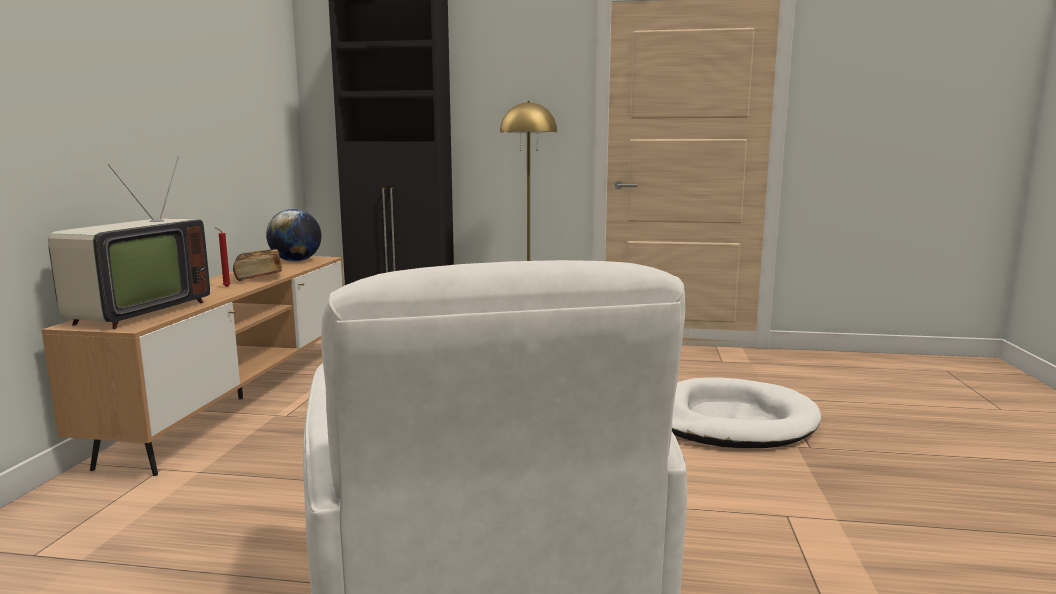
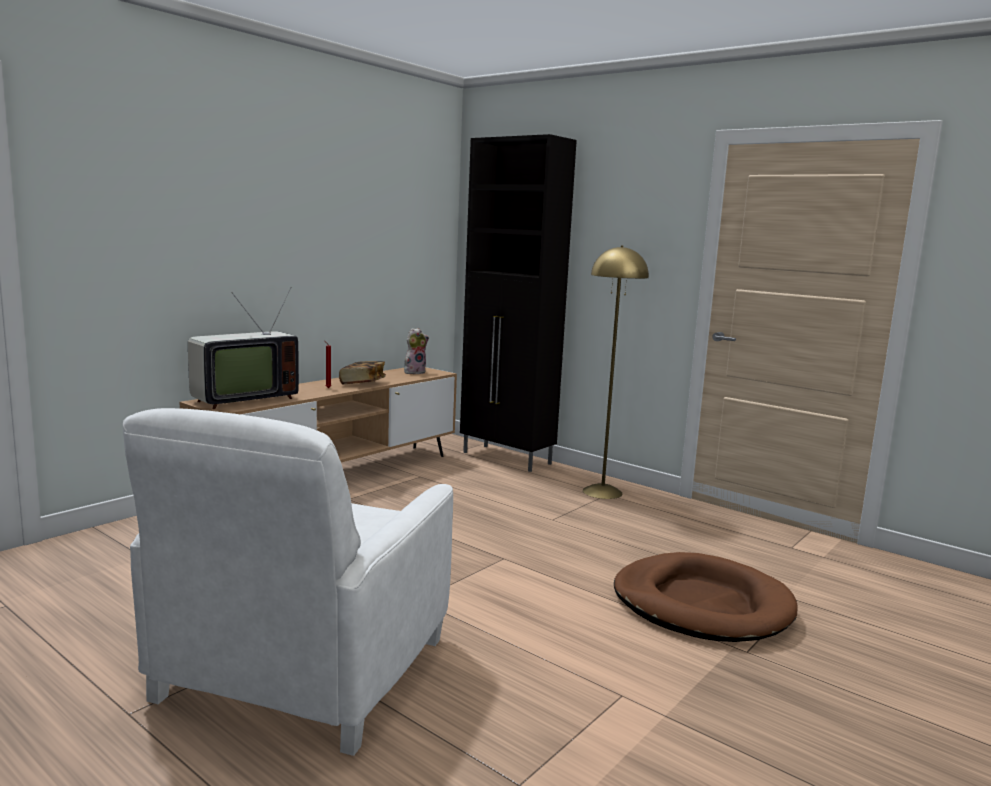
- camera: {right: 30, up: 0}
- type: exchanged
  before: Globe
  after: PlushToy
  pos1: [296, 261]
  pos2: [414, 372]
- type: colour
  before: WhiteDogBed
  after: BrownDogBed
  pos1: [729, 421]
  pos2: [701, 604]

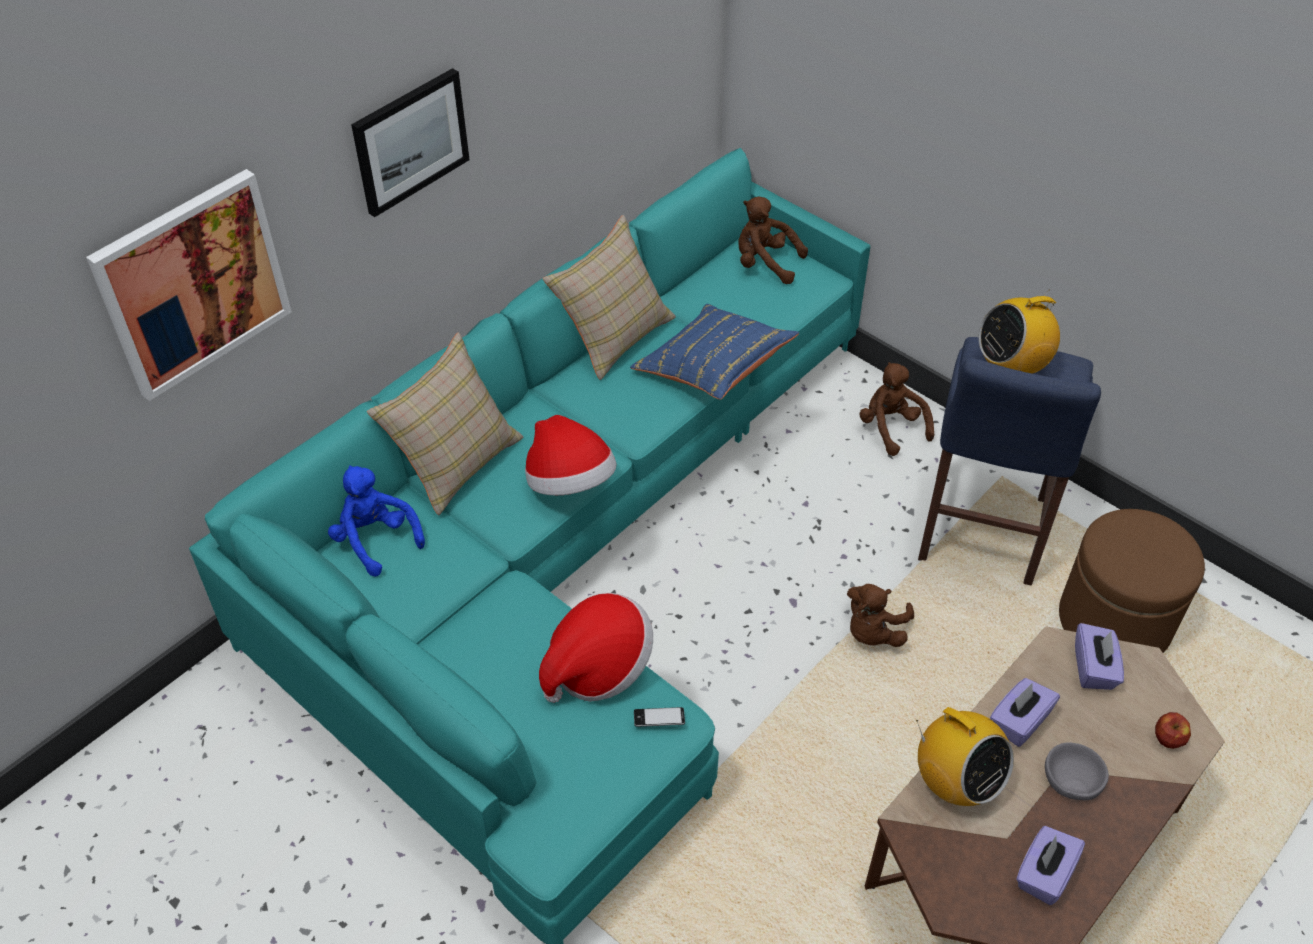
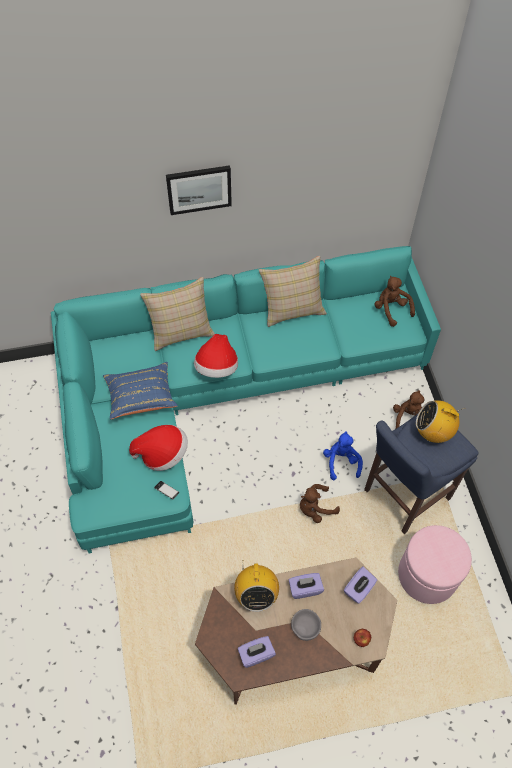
- camera: {right: 35, up: 10}
- type: missing
  before: Picture
  pos1: [193, 283]
- type: relocated
  before: BluePlushToy
  pos1: [375, 539]
  pos2: [341, 462]
- type: relocated
  before: BluePillow
  pos1: [713, 369]
  pos2: [141, 397]
- type: colour
  before: BrownOttoman
  after: PinkOttoman
  pos1: [1114, 621]
  pos2: [427, 575]

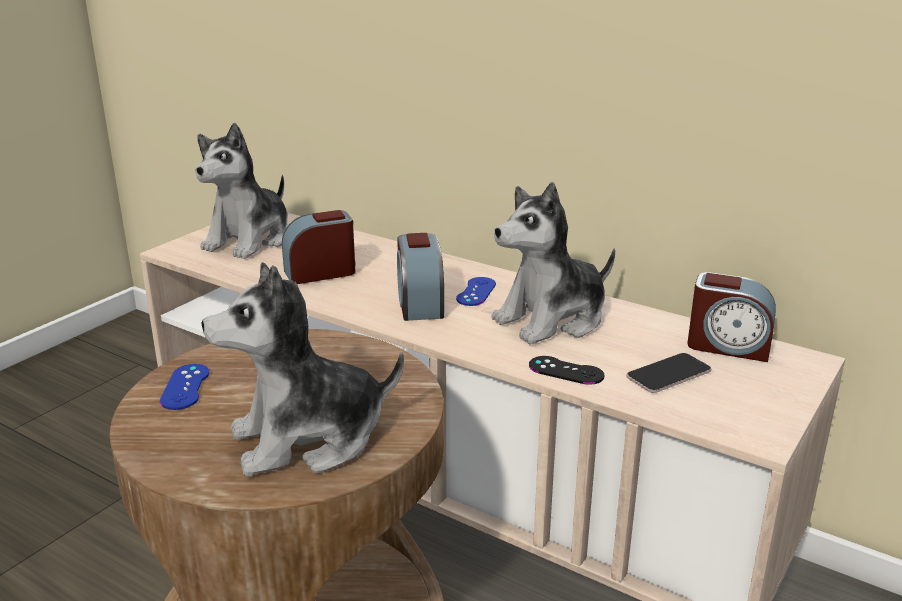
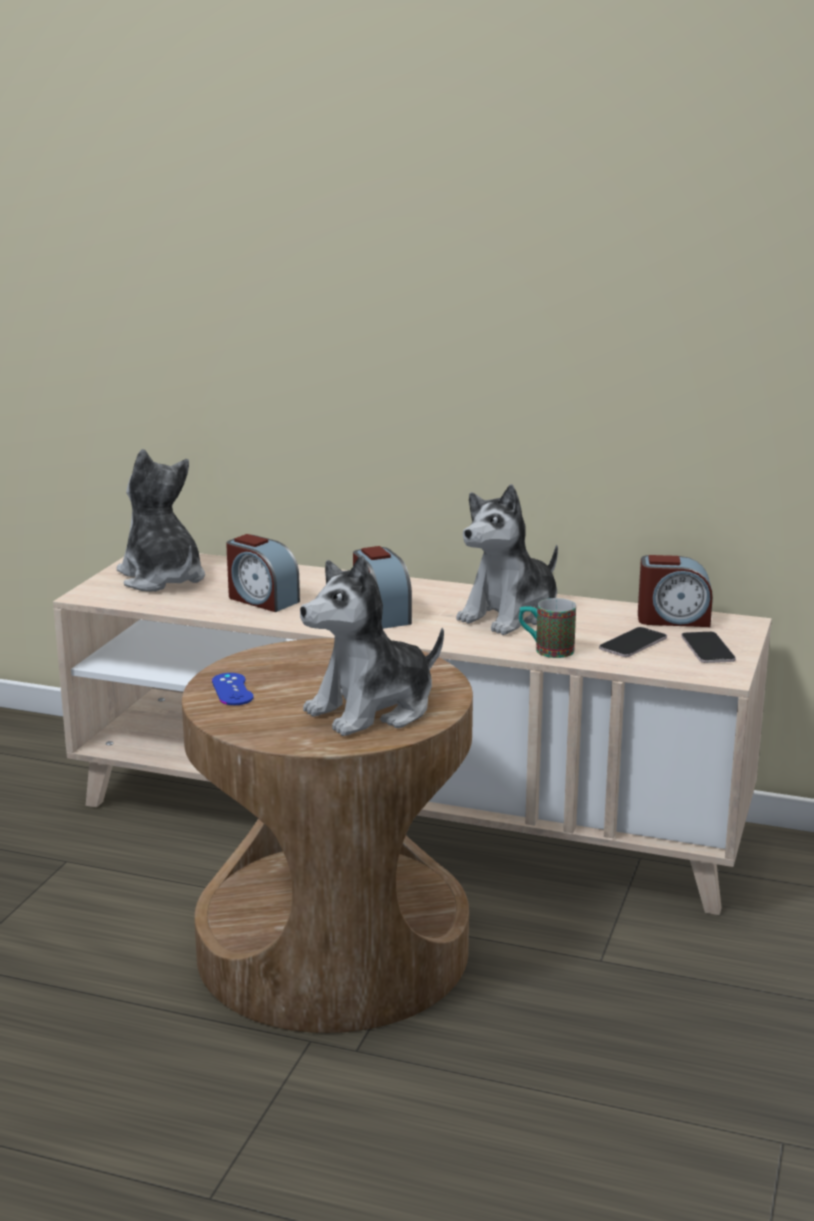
- camera: {right: -15, up: -5}
- type: missing
  before: BlueGameController
  pos1: [476, 292]
- type: appeared
  after: Phone
  pos2: [707, 649]
- type: exchanged
  before: BlackGameController
  after: Mug
  pos1: [566, 371]
  pos2: [546, 650]
- type: spun
  before: PlushToy
  pos1: [250, 240]
  pos2: [162, 579]
  turn: 135
- type: spun
  before: AlarmClock
  pos1: [320, 272]
  pos2: [262, 600]
  turn: -105

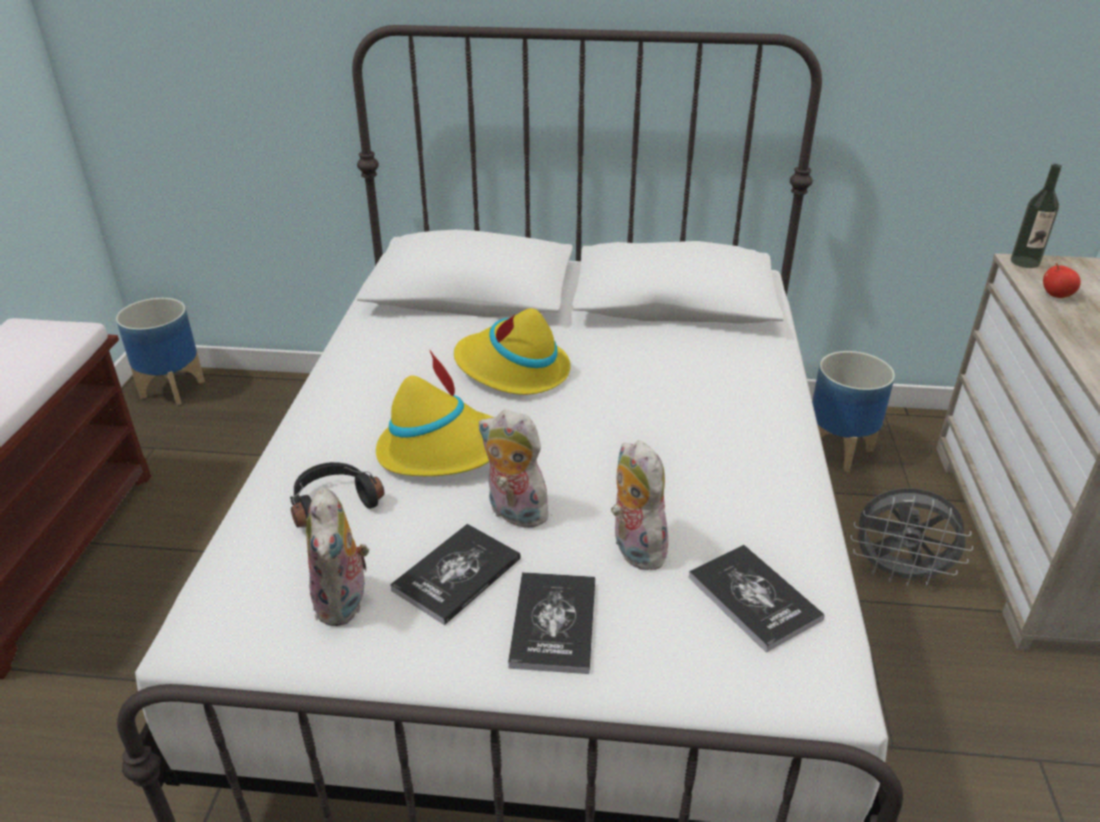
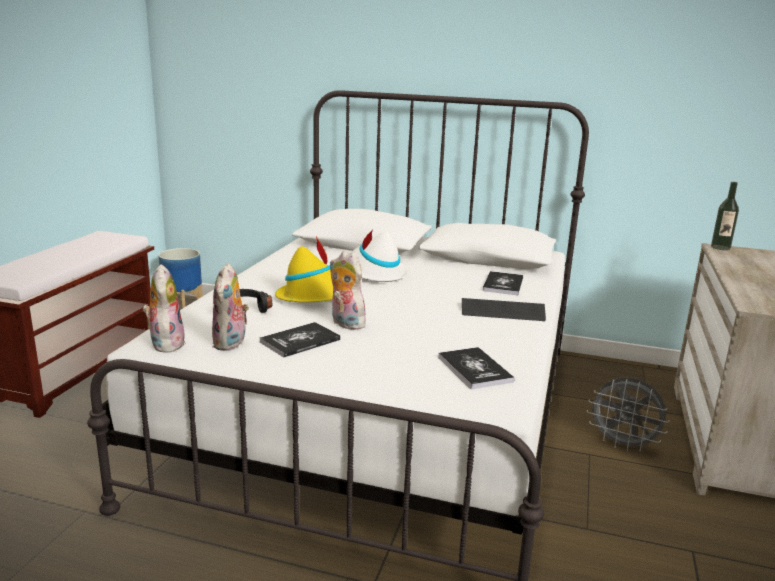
- camera: {right: 10, up: -15}
- type: missing
  before: Planter
  pos1: [839, 449]
- type: missing
  before: Apple
  pos1: [1056, 295]
- type: appeared
  after: Keyboard
  pos2: [502, 312]
- type: relocated
  before: Book
  pos1: [553, 623]
  pos2: [503, 284]
- type: relocated
  before: PlushToy
  pos1: [634, 548]
  pos2: [165, 343]
- type: colour
  before: YellowHat
  after: WhiteHat
  pos1: [512, 370]
  pos2: [372, 273]

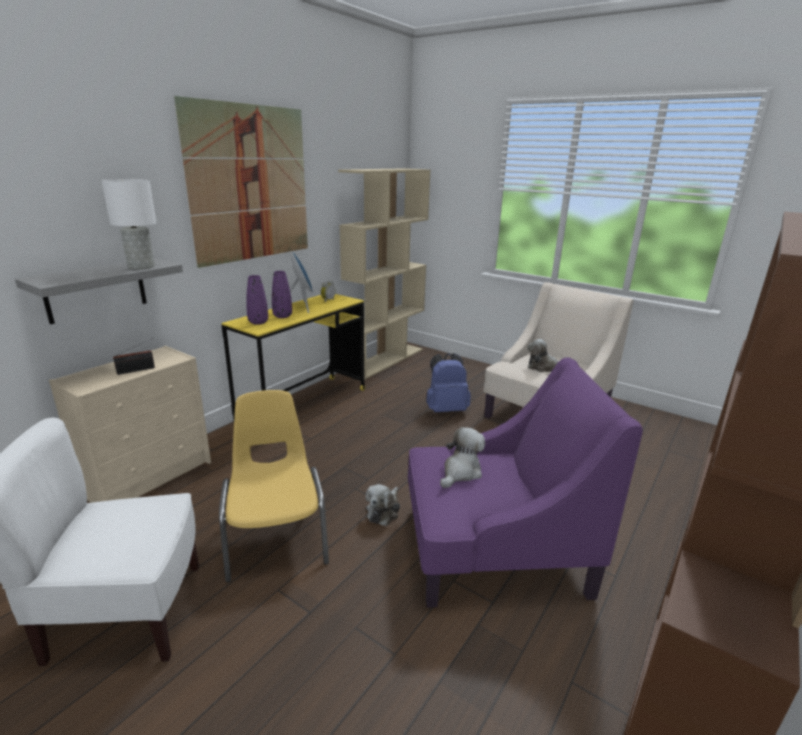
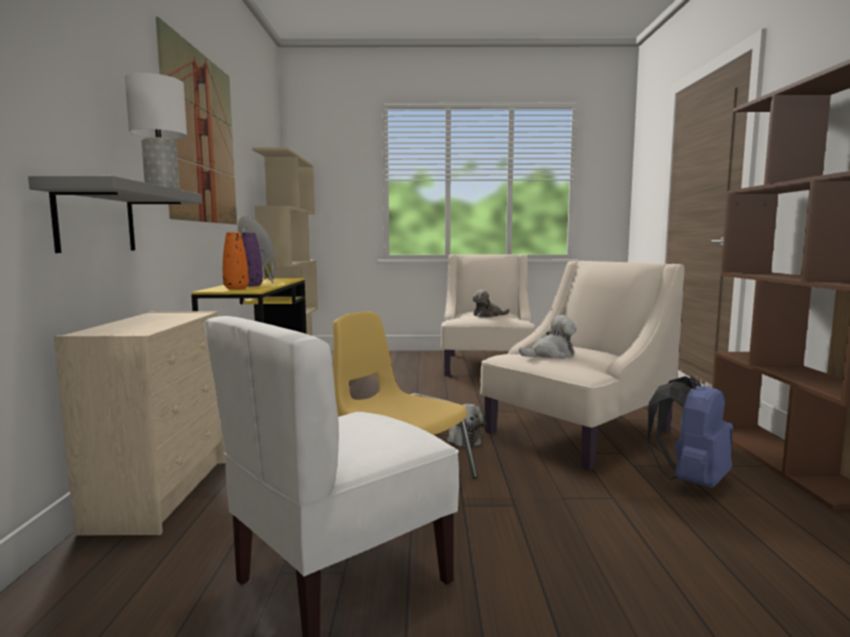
- camera: {right: -35, up: -15}
- type: missing
  before: Radio
  pos1: [138, 370]
- type: relocated
  before: BlueBackpack
  pos1: [446, 409]
  pos2: [691, 480]
- type: colour
  before: PurpleVase
  after: OrangeVase
  pos1: [258, 322]
  pos2: [236, 288]
- type: colour
  before: PurpleArmchair
  after: BeigeArmchair
  pos1: [492, 550]
  pos2: [576, 432]
- type: spun
  before: PlushToy
  pos1: [460, 472]
  pos2: [551, 355]
  turn: 75

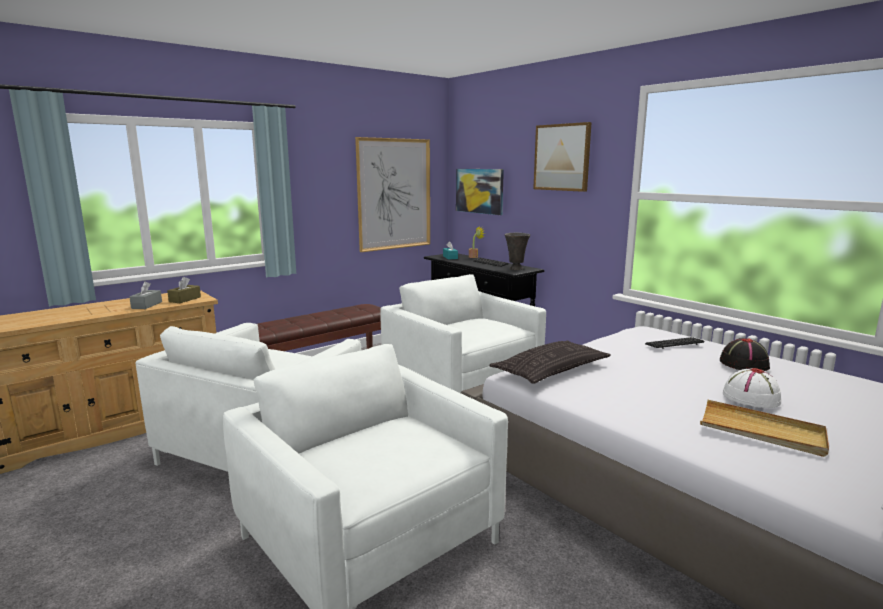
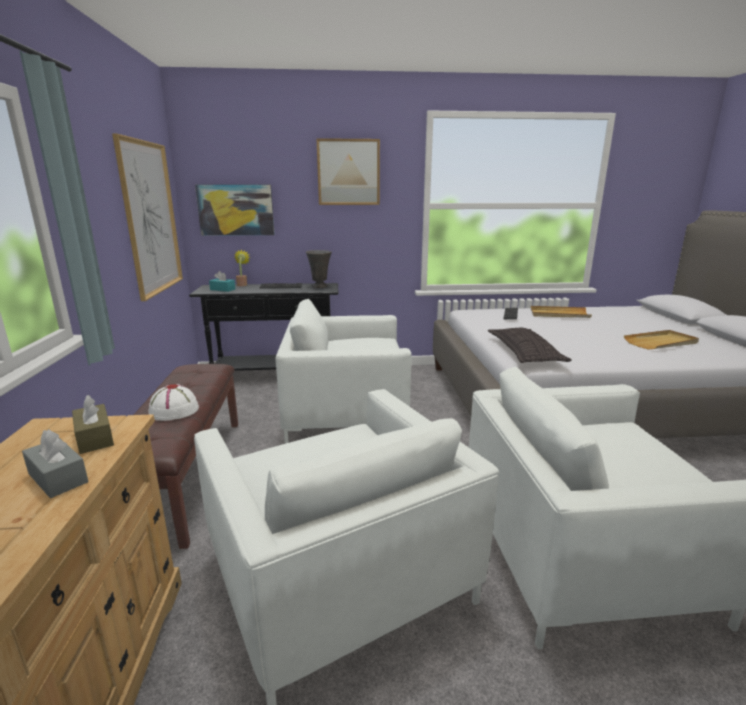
- camera: {right: -55, up: 5}
- type: relocated
  before: WhiteHat
  pos1: [750, 397]
  pos2: [173, 411]
- type: exchanged
  before: BlackHat
  after: BeigeTray
  pos1: [743, 363]
  pos2: [559, 314]

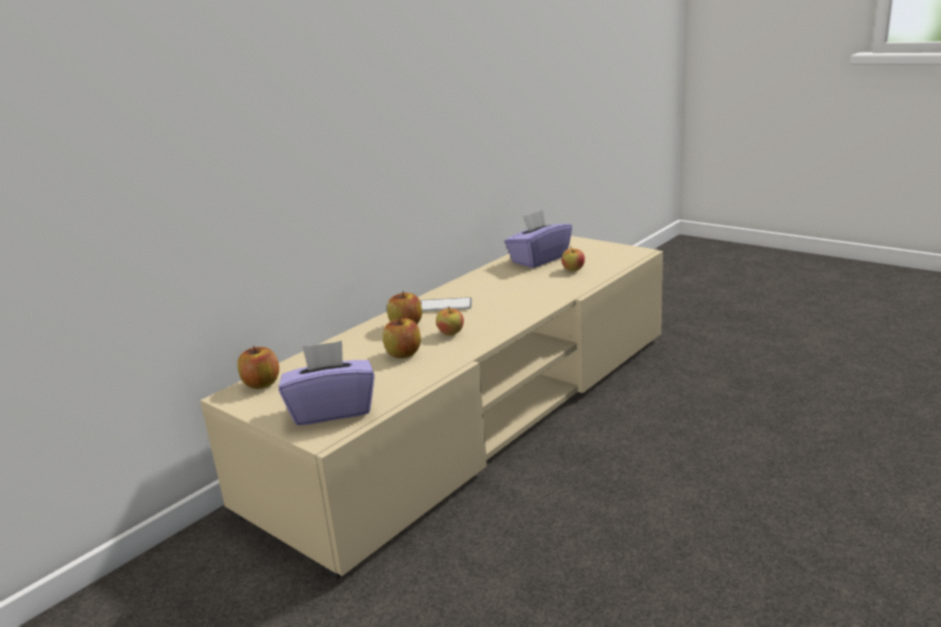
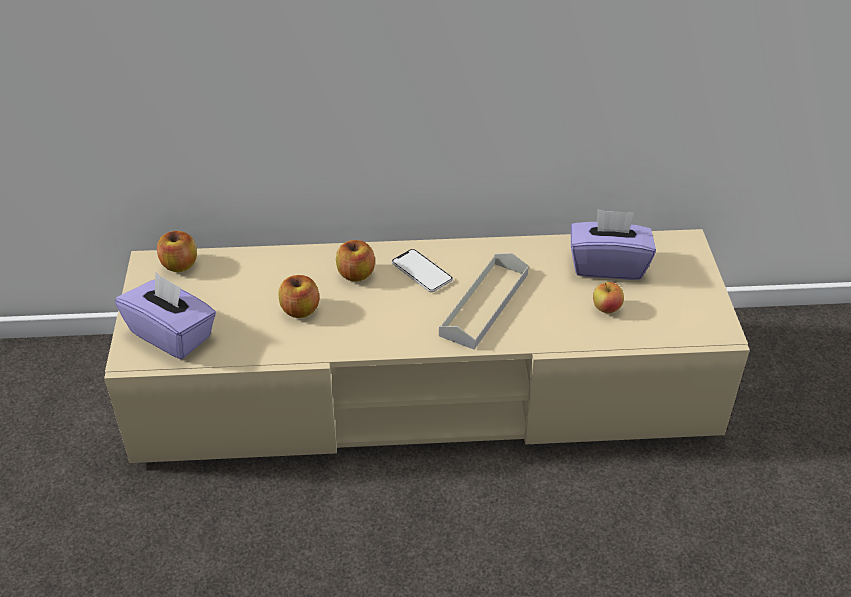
- camera: {right: 45, up: 20}
- type: missing
  before: Apple
  pos1: [451, 333]
- type: appeared
  after: GreyTray
  pos2: [484, 304]

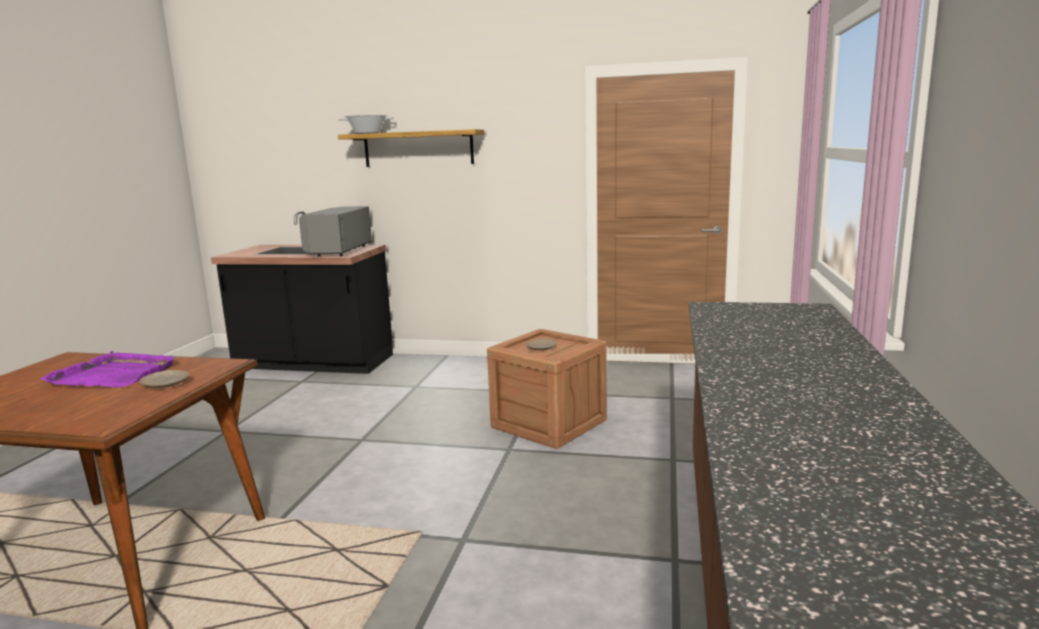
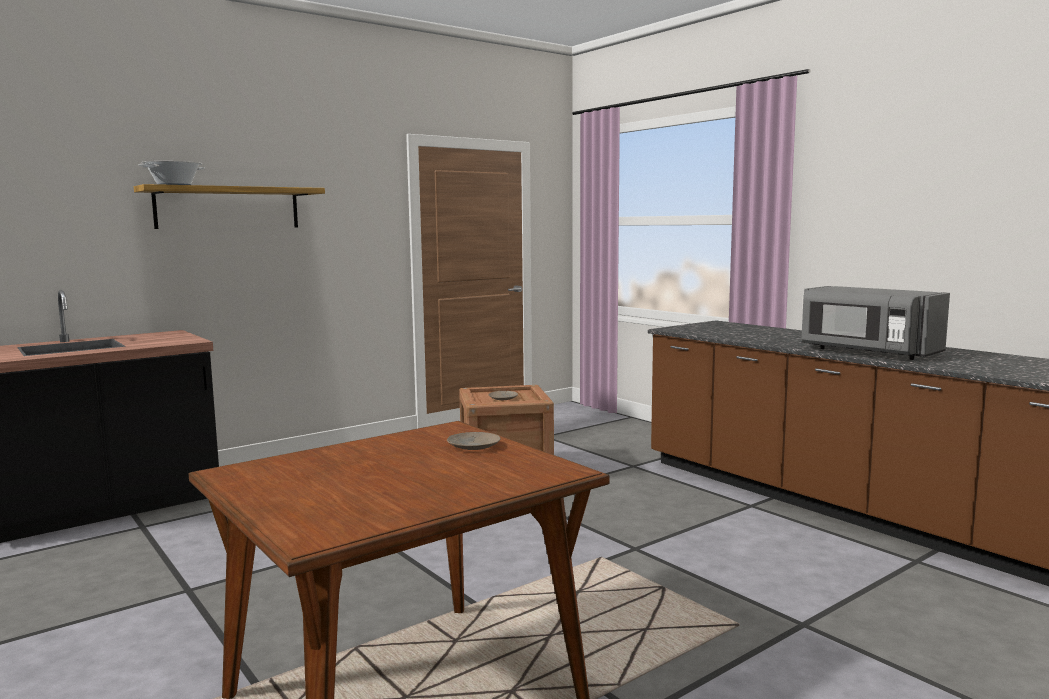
- camera: {right: -50, up: -5}
- type: missing
  before: PurpleTray
  pos1: [114, 375]
- type: relocated
  before: GreyMicrowave
  pos1: [338, 251]
  pos2: [867, 352]

